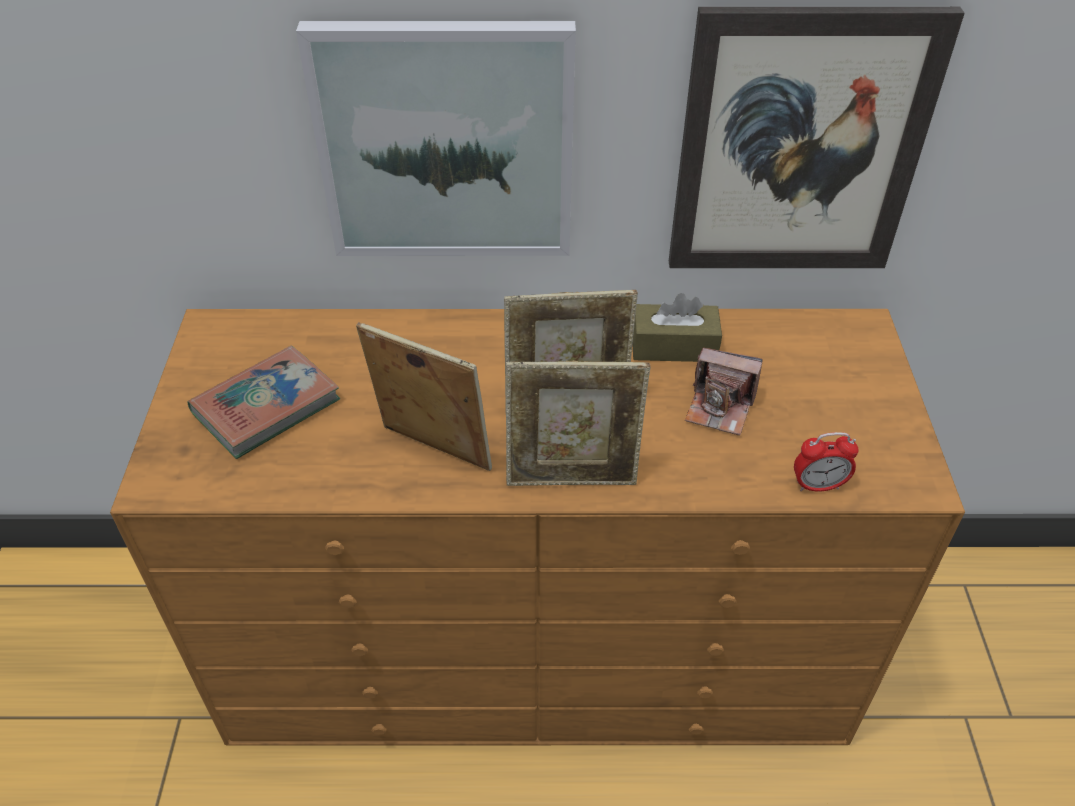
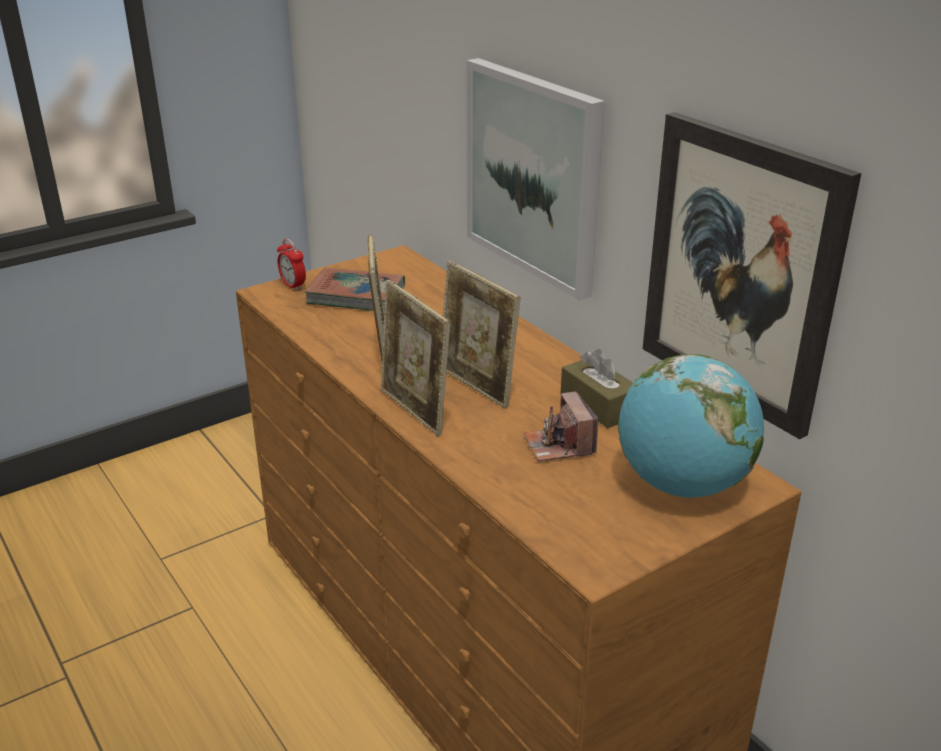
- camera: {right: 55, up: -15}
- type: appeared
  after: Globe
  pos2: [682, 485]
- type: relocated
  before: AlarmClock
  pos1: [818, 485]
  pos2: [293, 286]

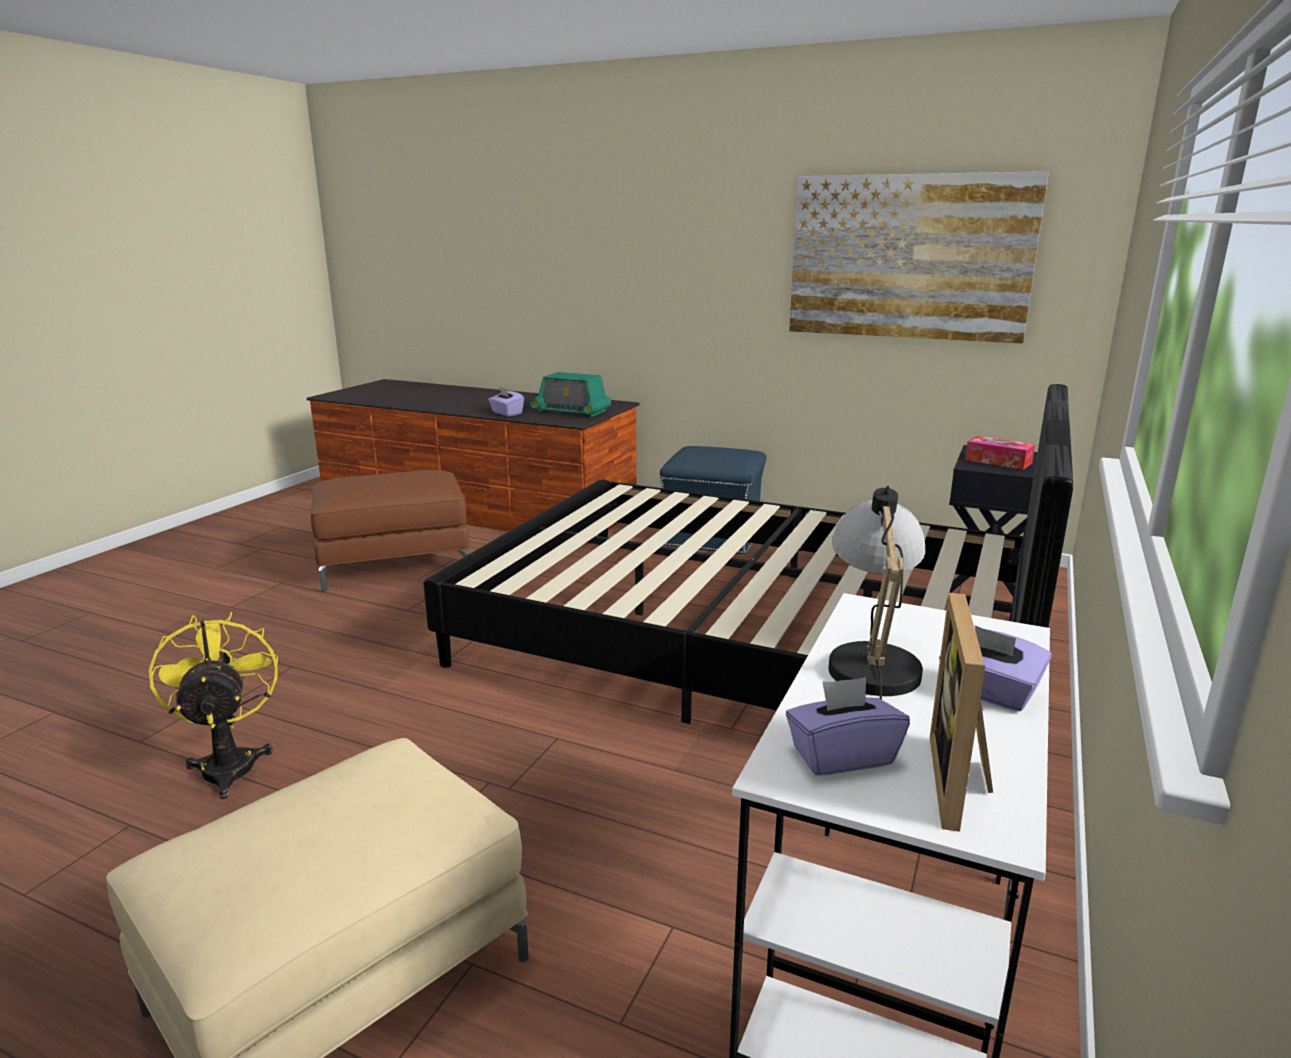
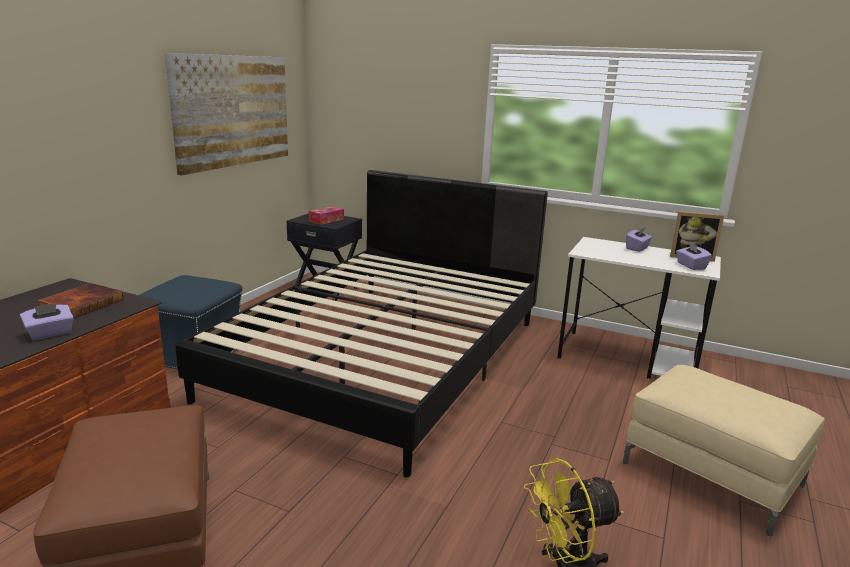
- camera: {right: -90, up: 0}
- type: missing
  before: TableLamp
  pos1: [871, 660]
- type: exchanged
  before: Radio
  after: Book
  pos1: [571, 411]
  pos2: [81, 304]

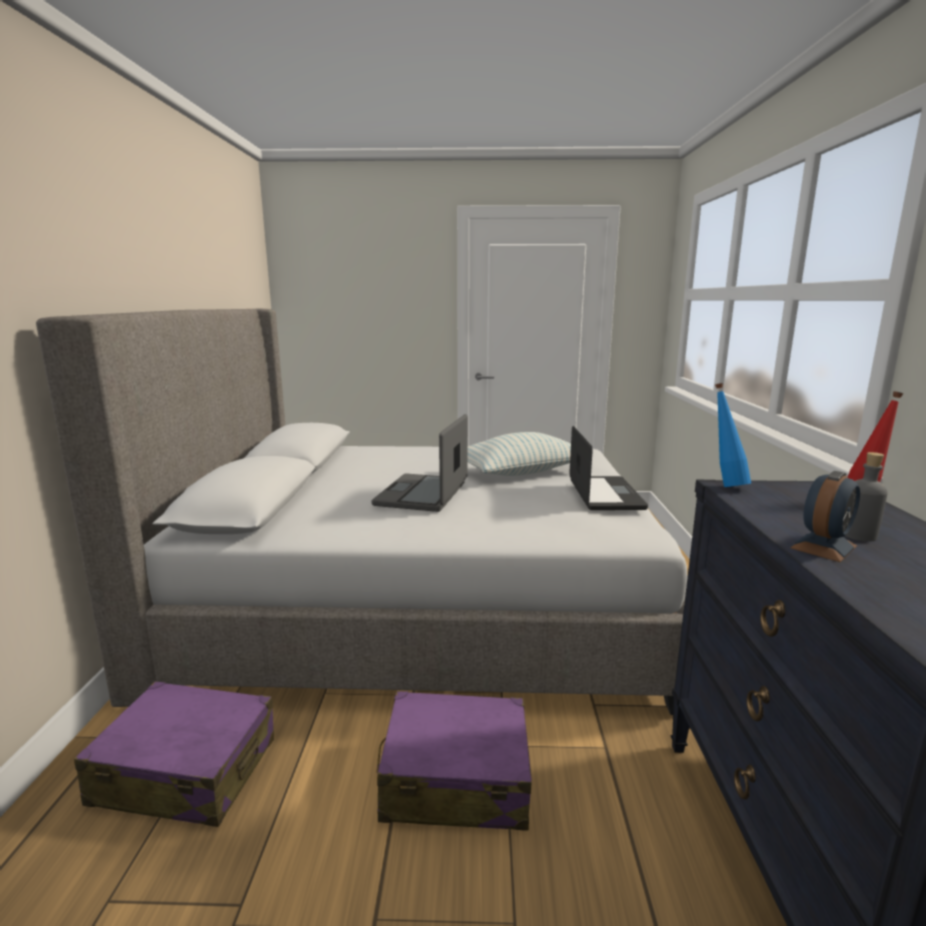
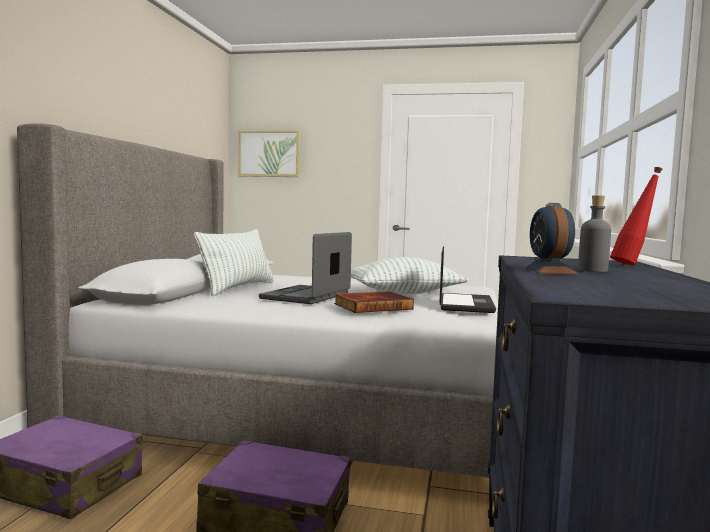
- camera: {right: 10, up: -10}
- type: missing
  before: BlueBottle
  pos1: [724, 485]
- type: appeared
  after: Pillow
  pos2: [238, 288]
- type: appeared
  after: Picture
  pos2: [269, 153]
- type: appeared
  after: Book
  pos2: [372, 306]
- type: spun
  before: AlarmClock
  pos1: [823, 547]
  pos2: [549, 271]
  turn: 120

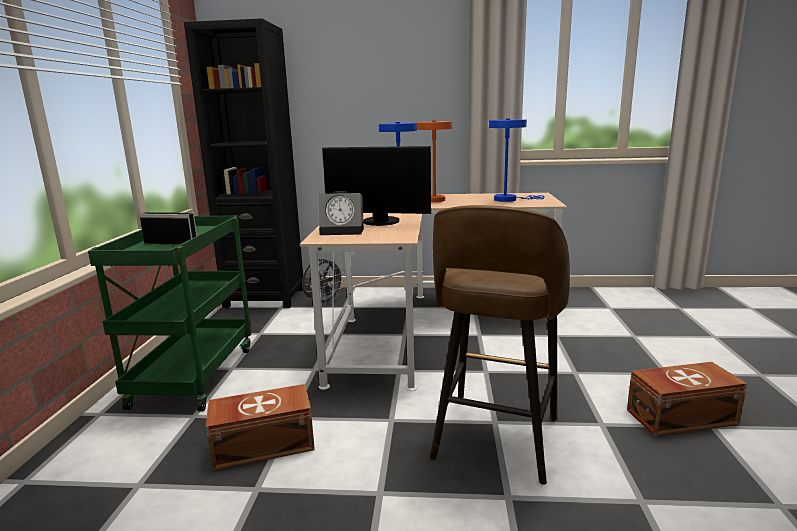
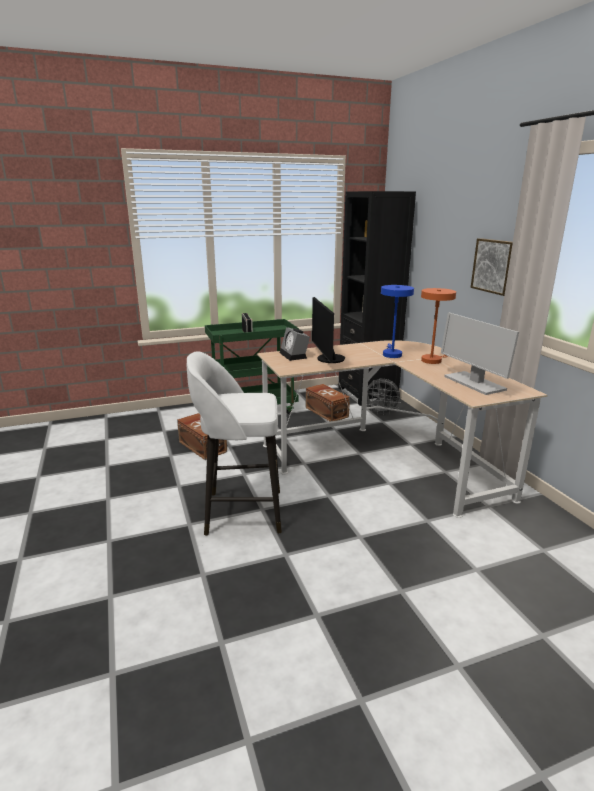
- camera: {right: 65, up: 5}
- type: appeared
  after: Picture
  pos2: [494, 266]
- type: relocated
  before: BrownStorageBox
  pos1: [679, 416]
  pos2: [326, 412]
- type: exchanged
  before: BlueTableLamp
  after: Monitor
  pos1: [509, 199]
  pos2: [473, 383]
- type: colour
  before: BrownStool
  after: WhiteStool
  pos1: [495, 440]
  pos2: [241, 512]

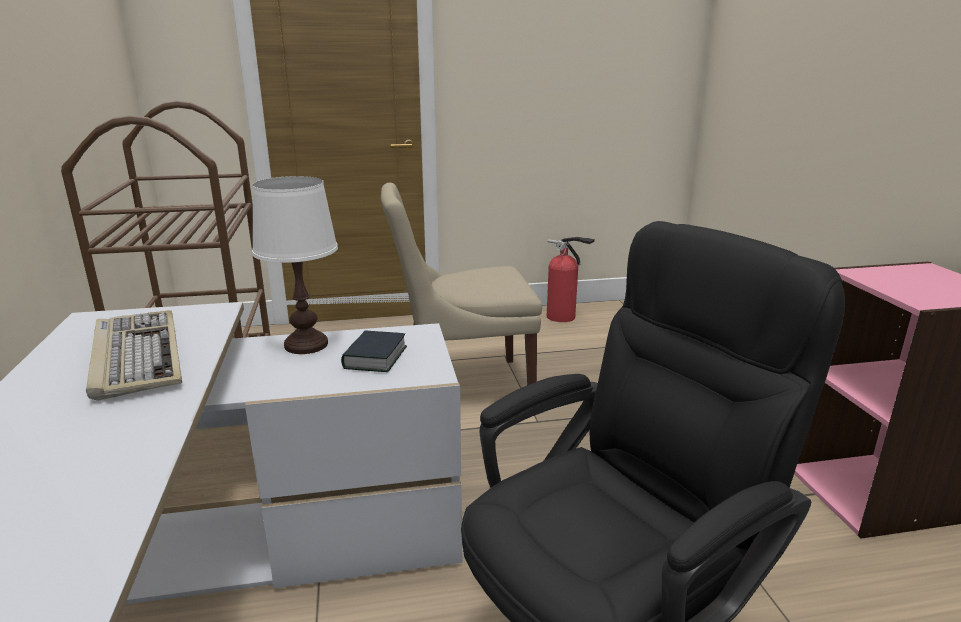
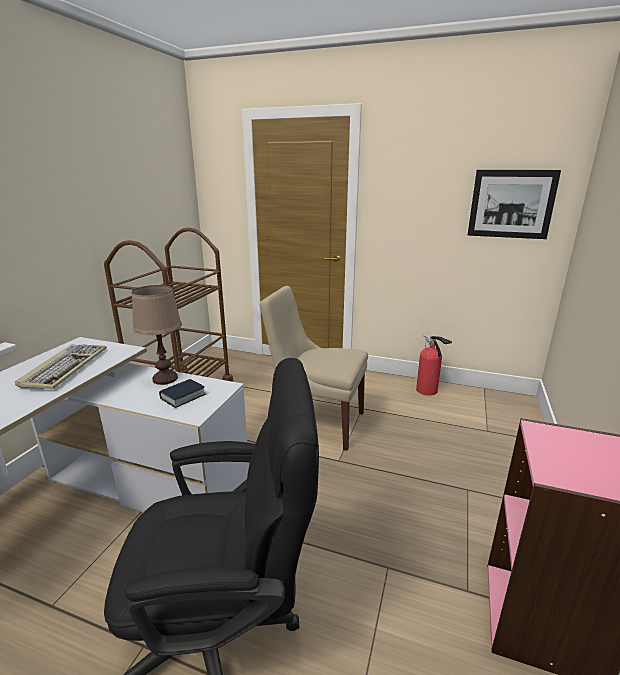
- camera: {right: 30, up: 0}
- type: appeared
  after: Picture
  pos2: [511, 204]
- type: colour
  before: WhiteTableLamp
  after: BrownTableLamp
  pos1: [306, 345]
  pos2: [165, 379]

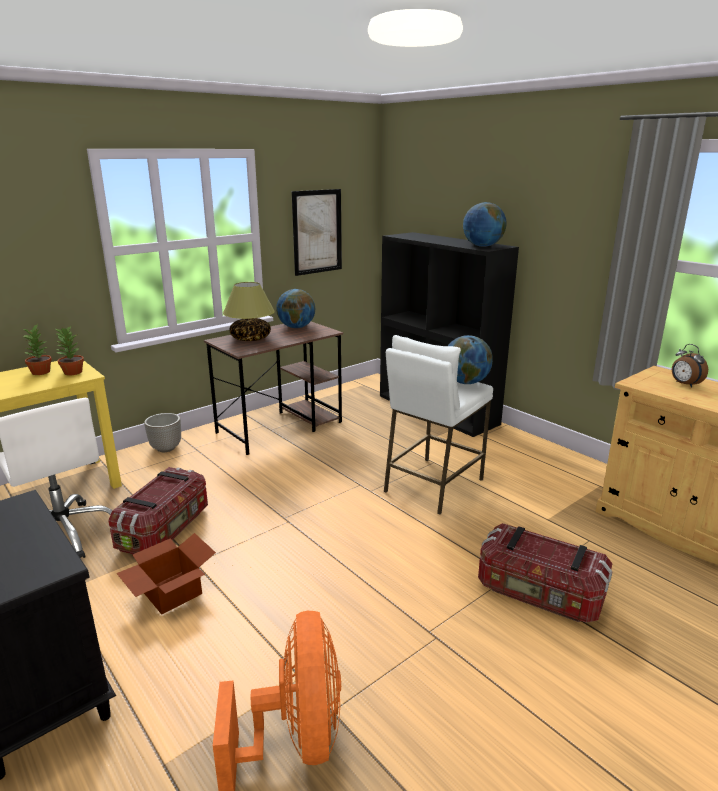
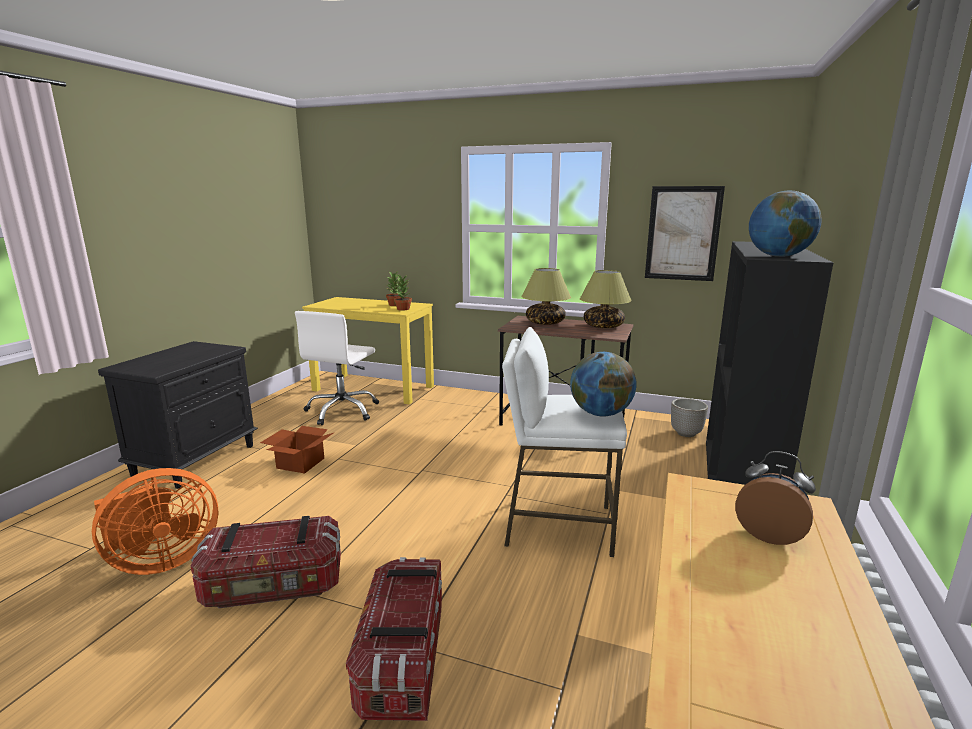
- camera: {right: 60, up: -5}
- type: relocated
  before: StorageBox
  pos1: [166, 529]
  pos2: [274, 587]
- type: relocated
  before: Planter
  pos1: [166, 448]
  pos2: [686, 433]
- type: exchanged
  before: Globe
  after: TableLamp
  pos1: [296, 327]
  pos2: [603, 326]
- type: spun
  before: AlarmClock
  pos1: [684, 384]
  pos2: [769, 534]
  turn: 90

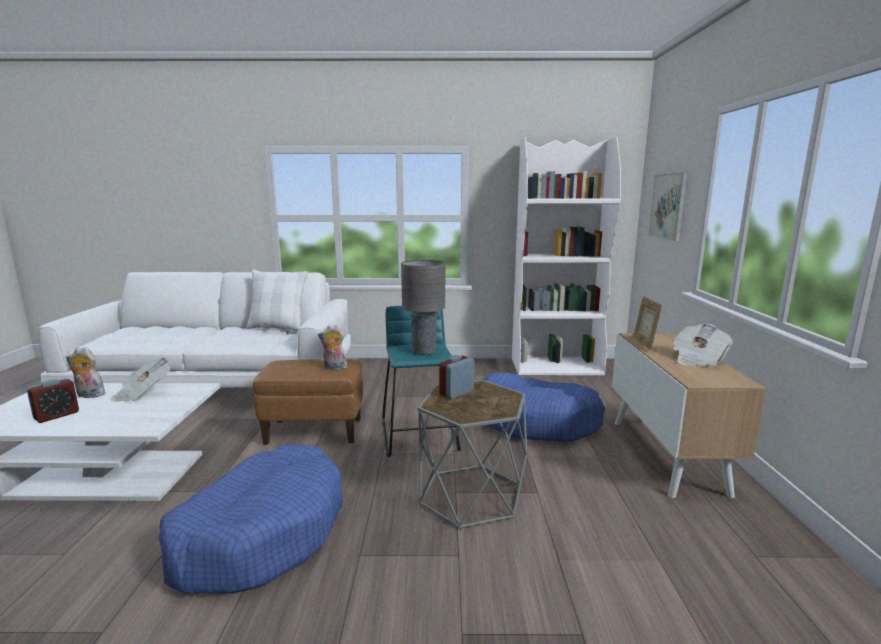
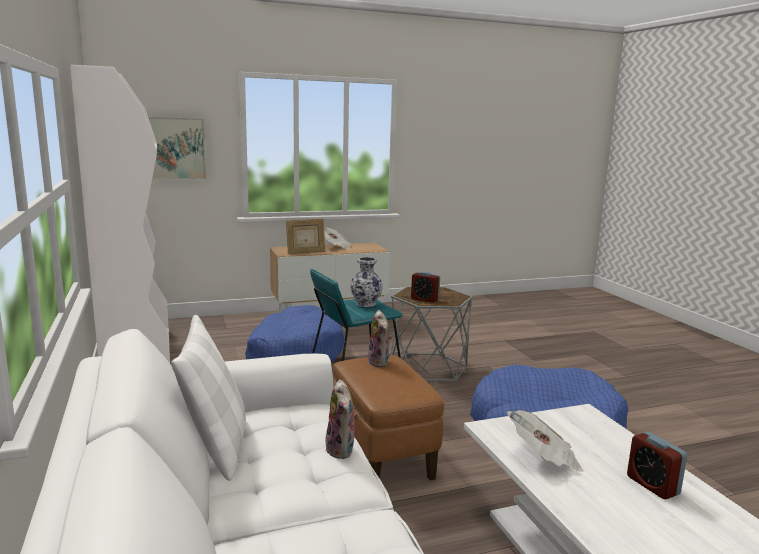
- camera: {right: -110, up: 0}
- type: relocated
  before: PlushToy
  pos1: [88, 395]
  pos2: [342, 450]
- type: exchanged
  before: GreyTableLamp
  after: Vase
  pos1: [423, 351]
  pos2: [365, 304]
- type: spun
  before: AlarmClock
  pos1: [57, 415]
  pos2: [652, 485]
  turn: -135

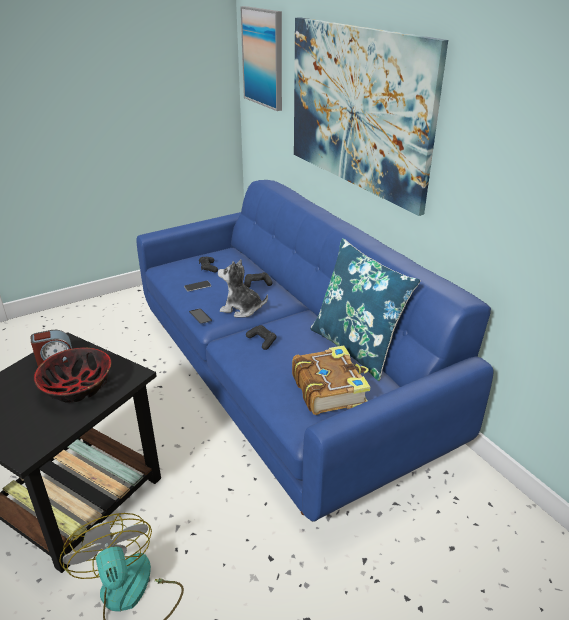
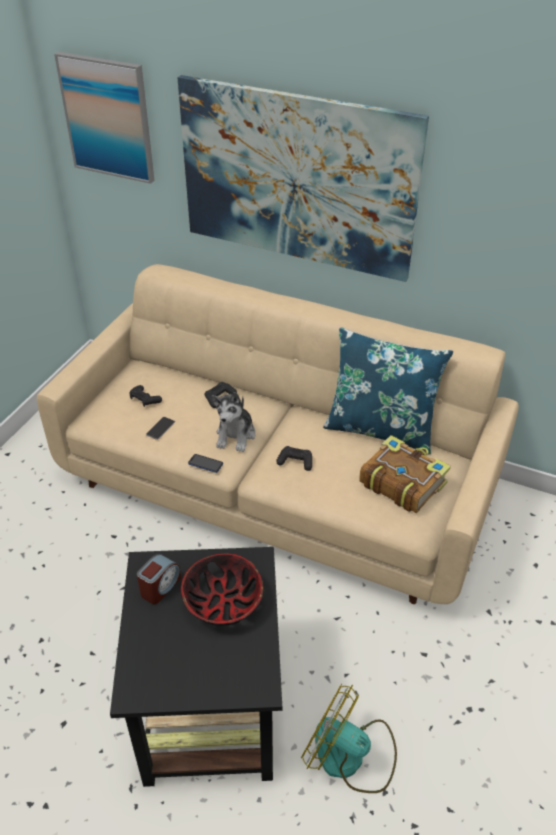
- camera: {right: -35, up: 10}
- type: colour
  before: BlueSofa
  after: BeigeSofa
  pos1: [284, 378]
  pos2: [278, 484]
- type: spun
  before: PlushToy
  pos1: [241, 309]
  pos2: [235, 435]
  turn: -60

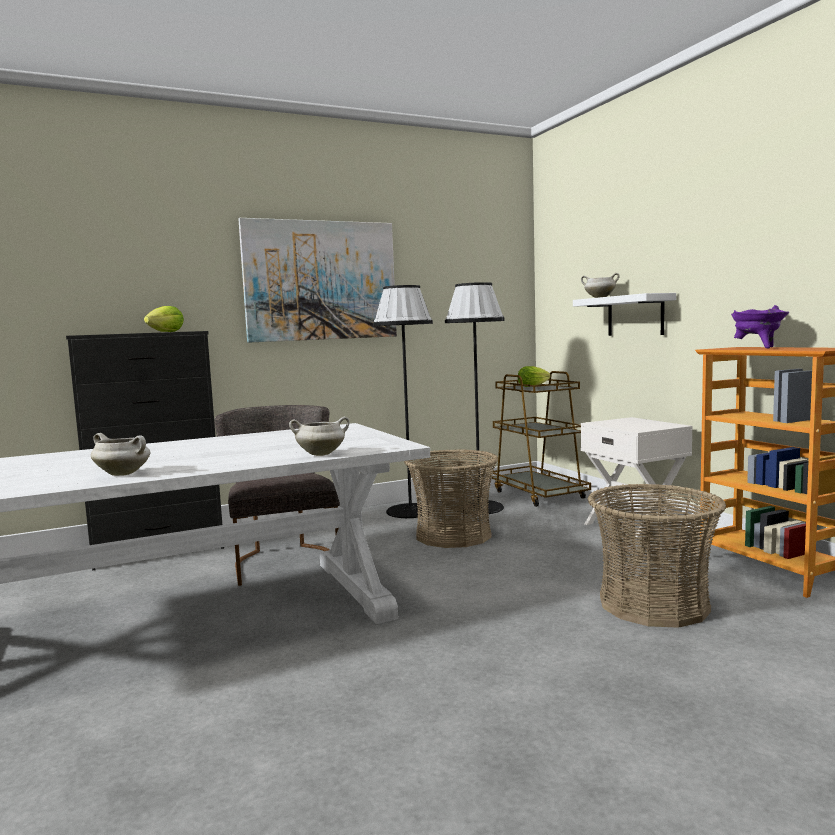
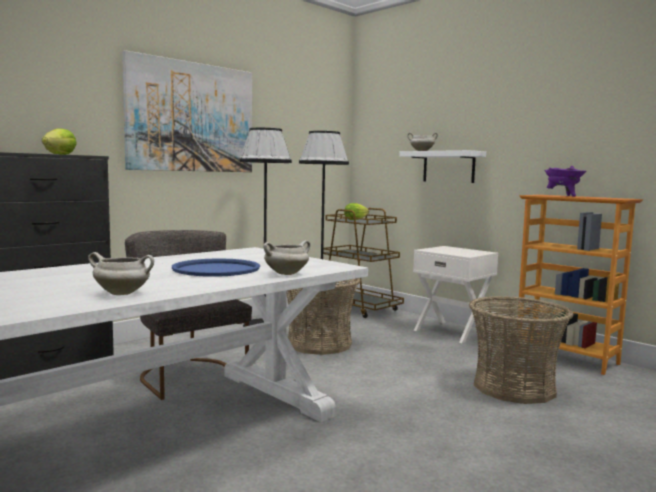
- camera: {right: -20, up: 0}
- type: appeared
  after: BlueTray
  pos2: [216, 269]

